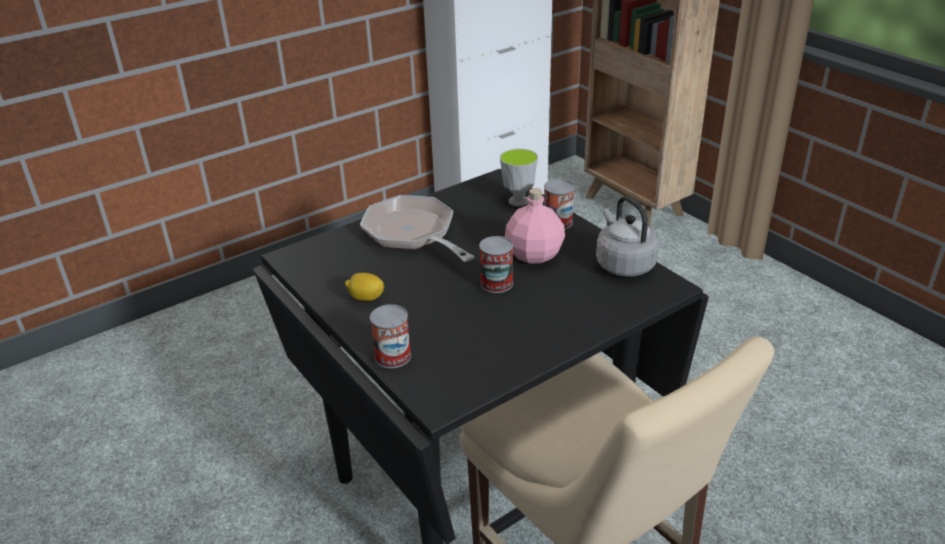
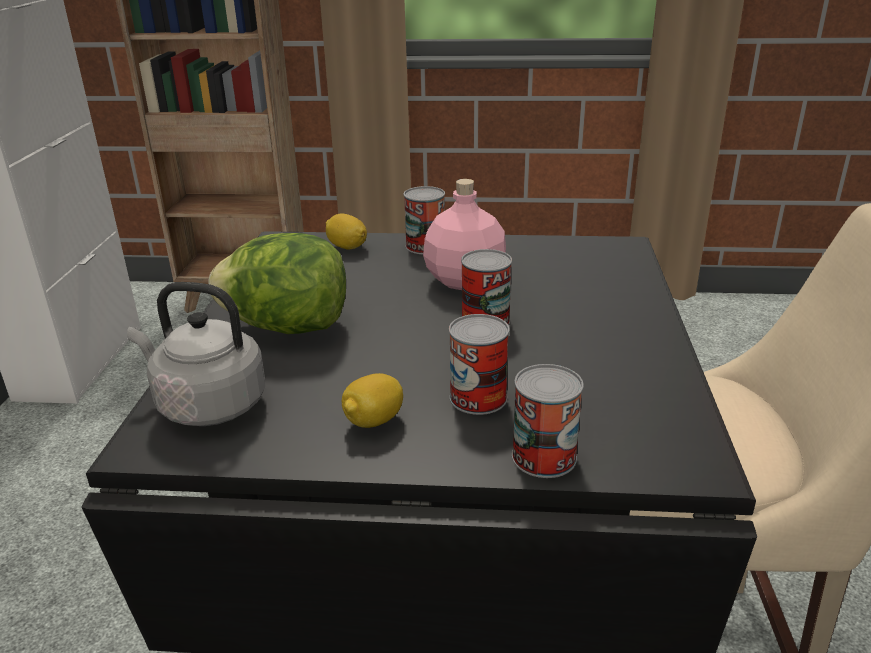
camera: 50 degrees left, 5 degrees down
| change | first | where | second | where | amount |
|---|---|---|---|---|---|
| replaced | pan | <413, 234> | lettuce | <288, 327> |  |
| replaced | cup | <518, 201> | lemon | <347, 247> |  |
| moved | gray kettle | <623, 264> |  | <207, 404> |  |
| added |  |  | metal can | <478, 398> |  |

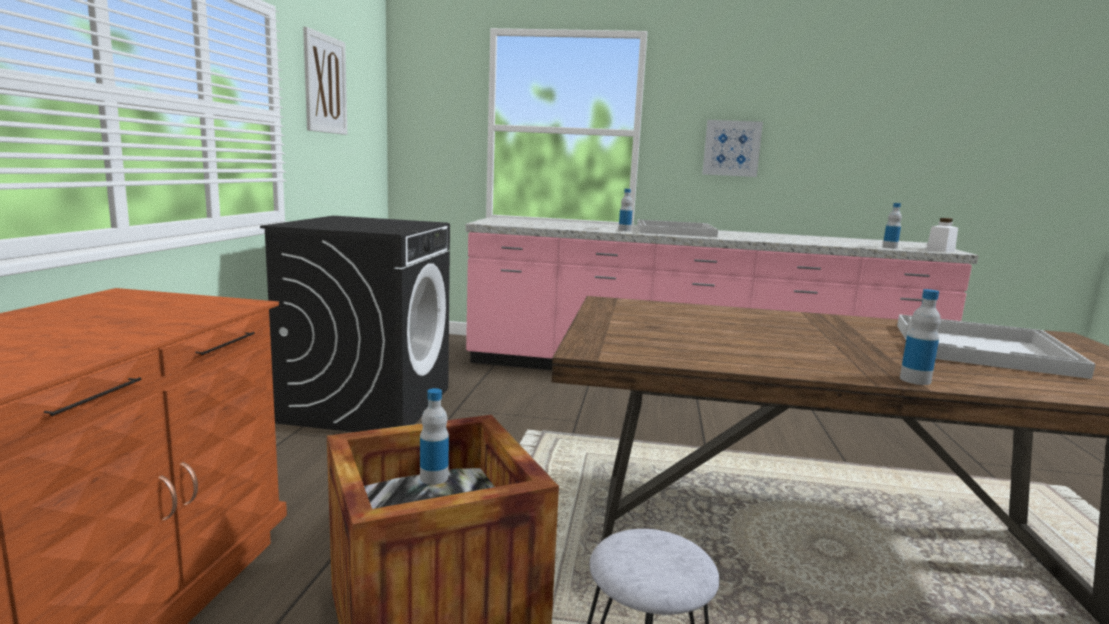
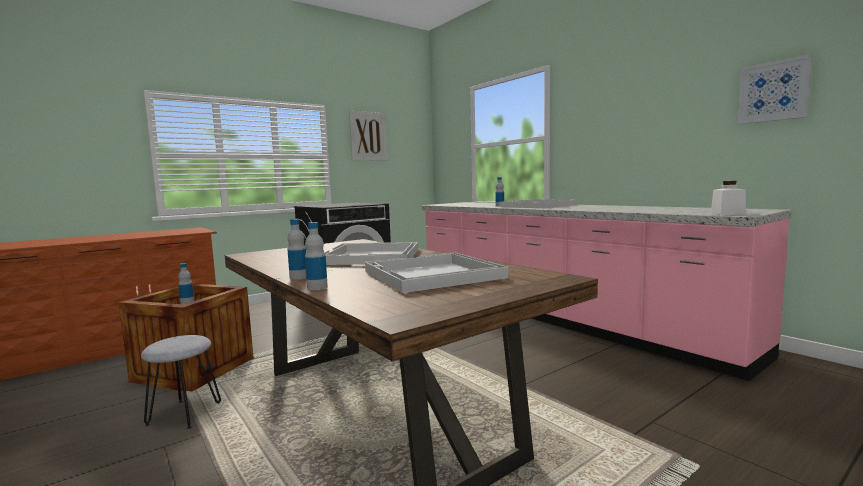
camera: 45 degrees right, 5 degrees down
| change | first | where | second | where | amount |
|---|---|---|---|---|---|
| moved | wall art | <731, 148> |  | <773, 91> |  |
| moved | beverage bottle | <890, 247> |  | <317, 287> |  |
| added |  |  | white serving tray | <372, 256> |  |

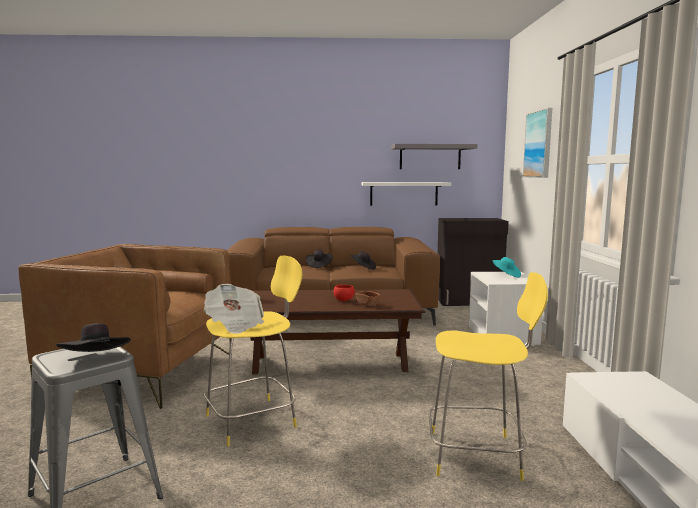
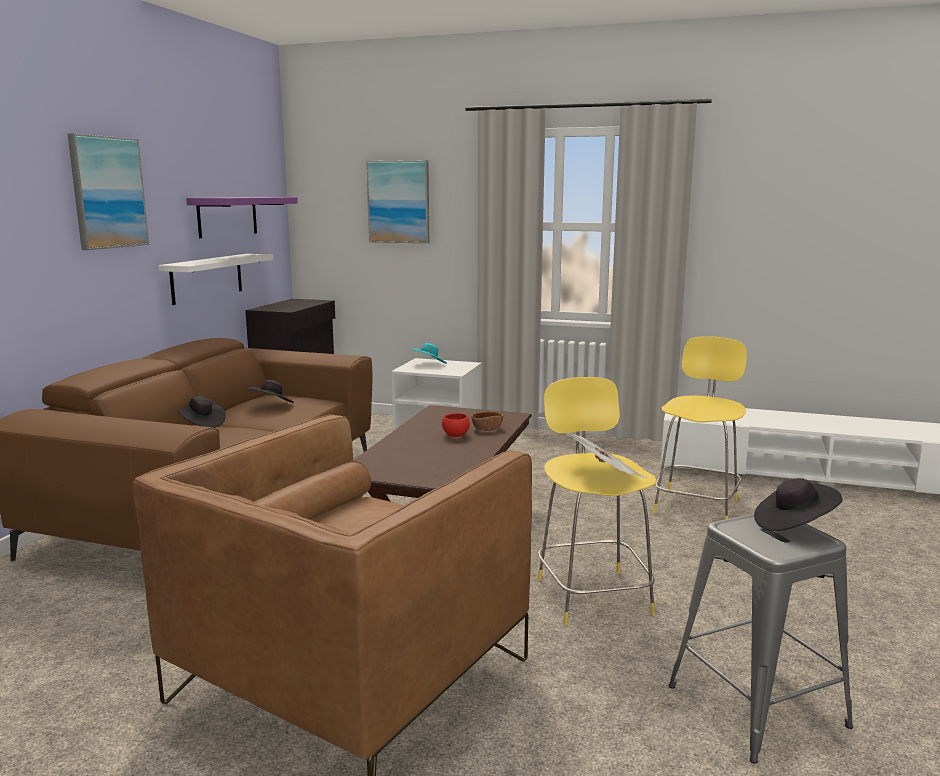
camera: 70 degrees left, 5 degrees up
| change | first | where | second | where | amount |
|---|---|---|---|---|---|
| recoloured | gray bracket shelf | <430, 157> | purple bracket shelf | <227, 216> |  |
| added |  |  | wall art | <108, 192> |  |

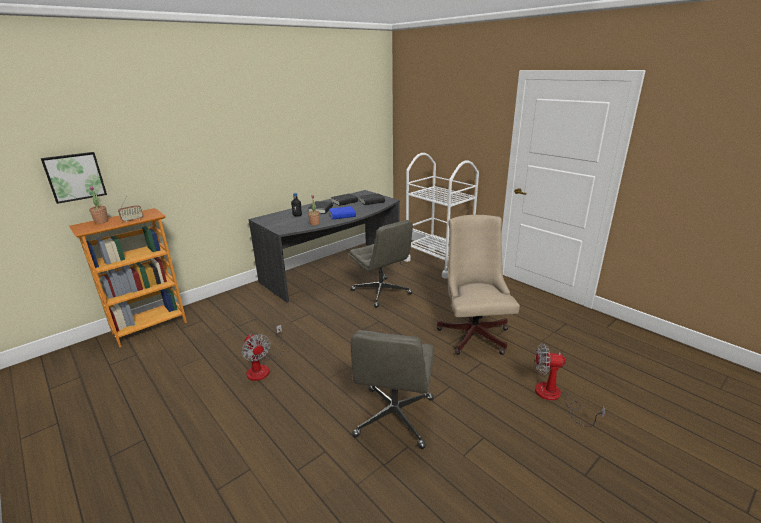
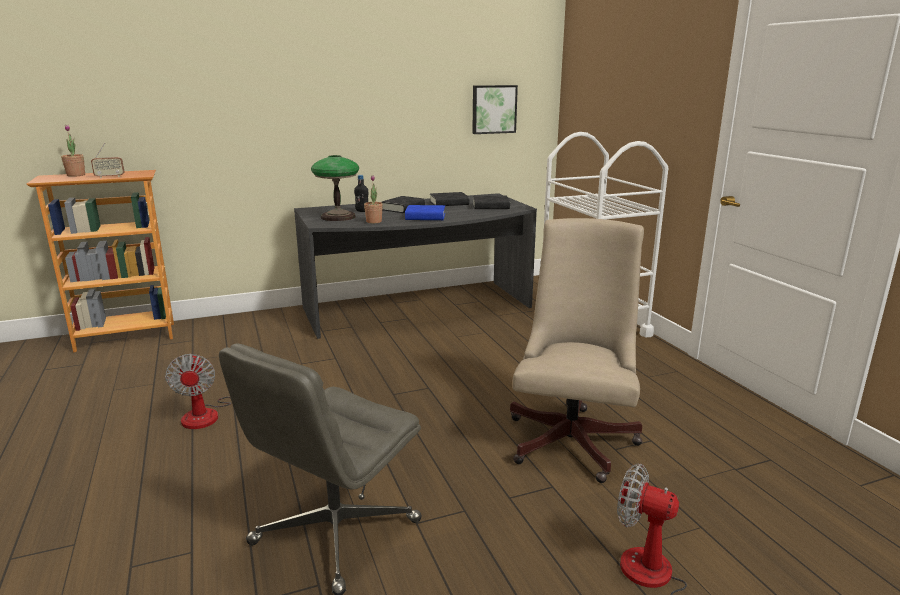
camera: 20 degrees right, 5 degrees down
| change | first | where | second | where | amount |
|---|---|---|---|---|---|
| moved | wall art | <74, 177> |  | <493, 109> |  |
| removed | gray desk chair | <381, 292> |  |  |  |
| added |  |  | tabletop lamp | <338, 217> |  |

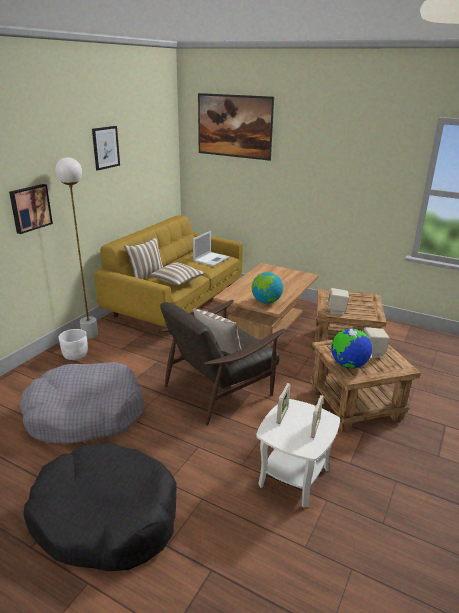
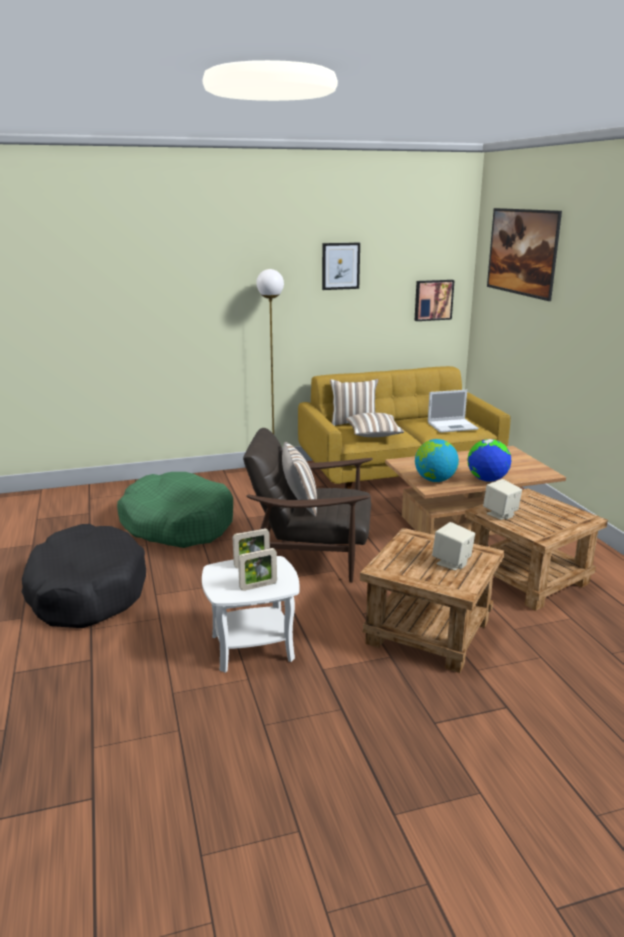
camera: 45 degrees right, 5 degrees down
| change | first | where | second | where | amount |
|---|---|---|---|---|---|
| moved | wall art | <30, 208> |  | <433, 300> |  |
| recoloured | gray dog bed | <85, 414> | greenish dog bed | <177, 524> |  |
| removed | white plant pot | <75, 355> |  |  |  |
| moved | globe | <348, 365> |  | <487, 480> |  |

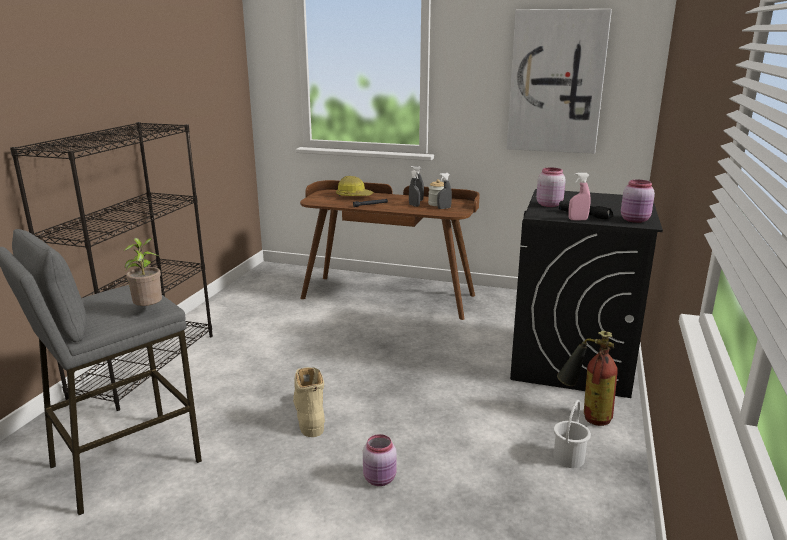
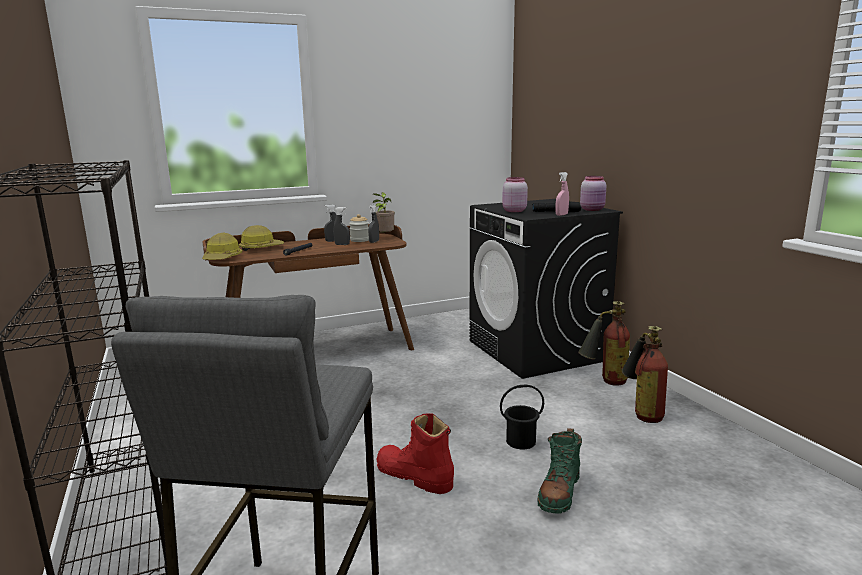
camera: 40 degrees left, 5 degrees down
| change | first | where | second | where | amount |
|---|---|---|---|---|---|
| moved | potted plant | <149, 310> |  | <384, 236> |  |
| recoloured | beige-coloured high-top boot | <309, 415> | reddish high-top boot | <414, 476> |  |
| replaced | pink preserve jar | <380, 479> | greenish high-top boot | <559, 492> |  |
| removed | wall art | <556, 82> |  |  |  |
| replaced | white pail | <569, 458> | fire extinguisher | <642, 412> |  |
| added |  |  | work helmet | <222, 258> |  |
| added |  |  | blackish pail | <521, 441> |  |

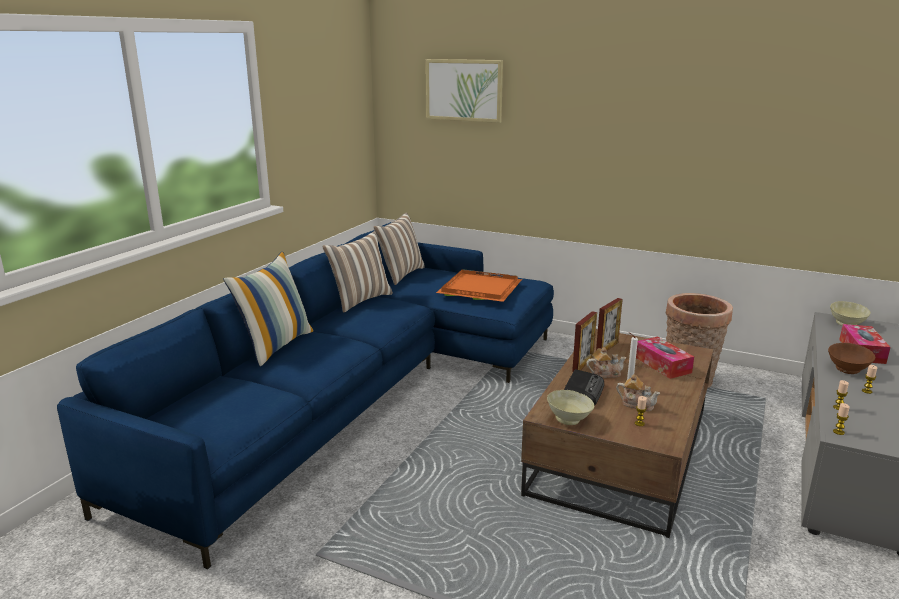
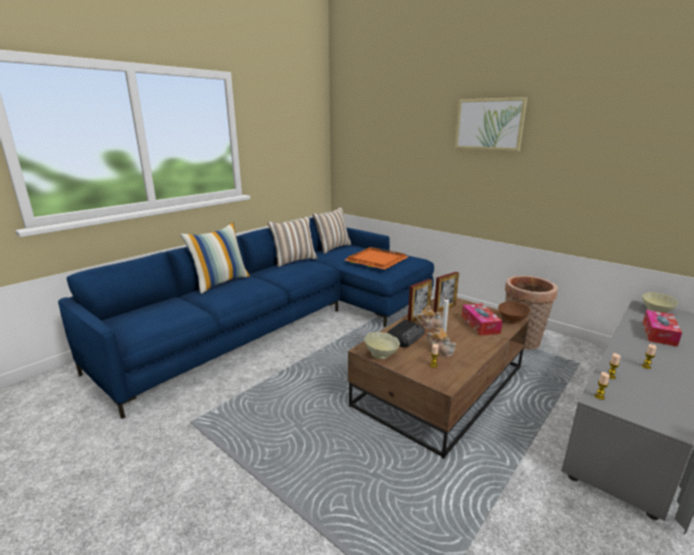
camera: 15 degrees right, 0 degrees up
| change | first | where | second | where | amount |
|---|---|---|---|---|---|
| moved | wall art | <464, 90> |  | <489, 124> |  |
| moved | brown deep dish | <846, 370> |  | <511, 320> |  |

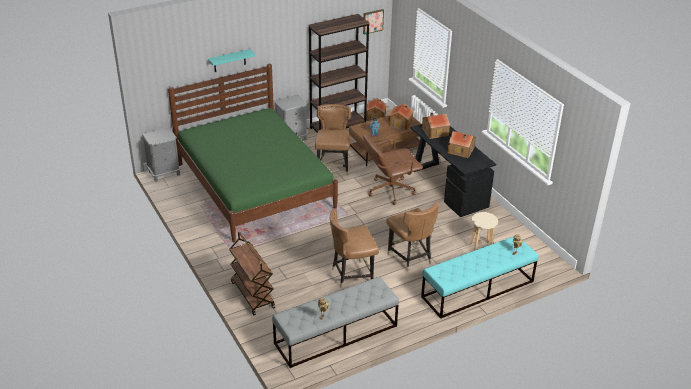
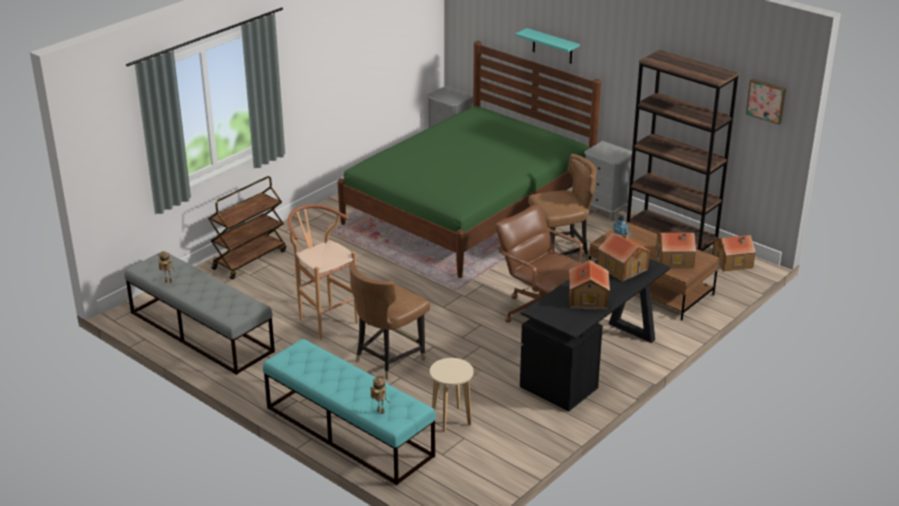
camera: 70 degrees right, 5 degrees down
| change | first | where | second | where | amount |
|---|---|---|---|---|---|
| replaced | brown upright chair | <351, 275> | brown stool seat | <324, 319> |  |

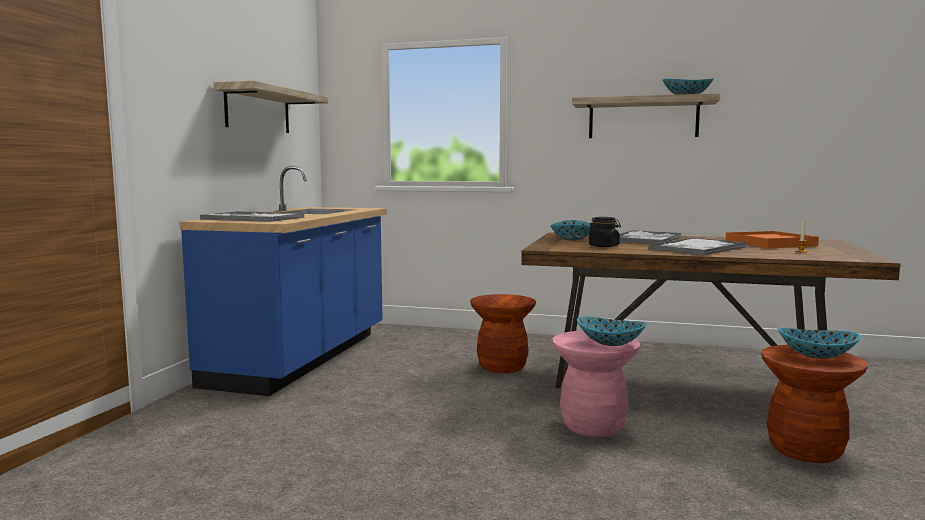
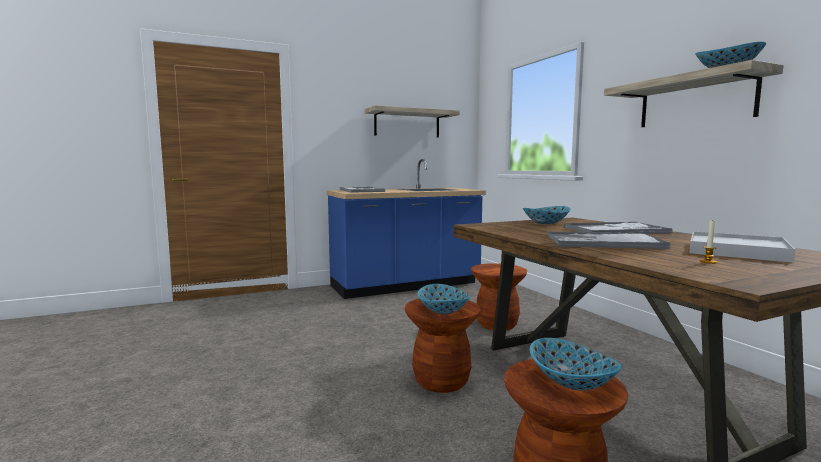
camera: 50 degrees right, 0 degrees up
| change | first | where | second | where | amount |
|---|---|---|---|---|---|
| recoloured | pink stool seat | <593, 426> | brown stool seat | <441, 381> |  |
| removed | blackish preserve jar | <604, 246> |  |  |  |
| recoloured | orange serving tray | <770, 243> | white serving tray | <736, 251> |  |

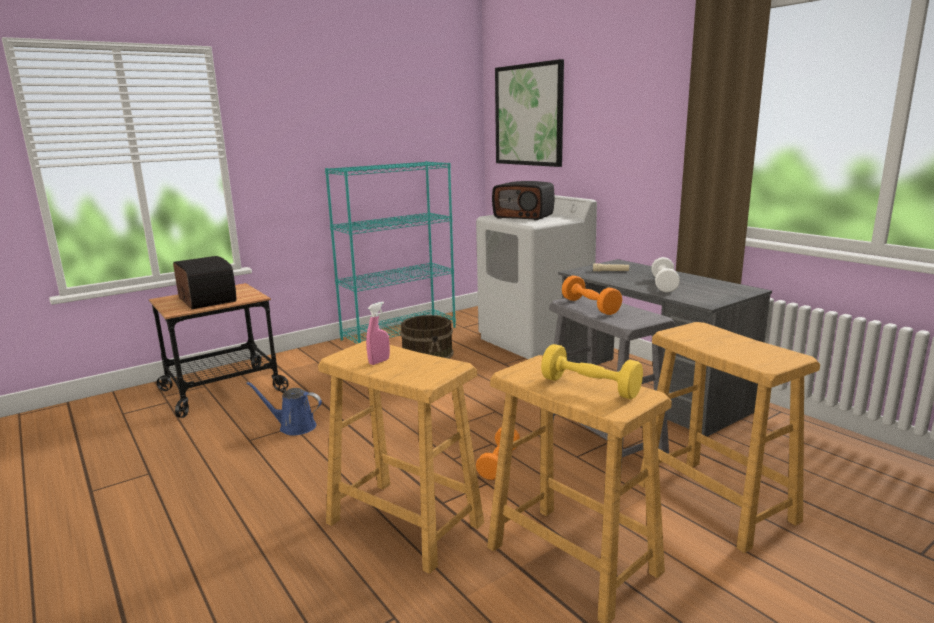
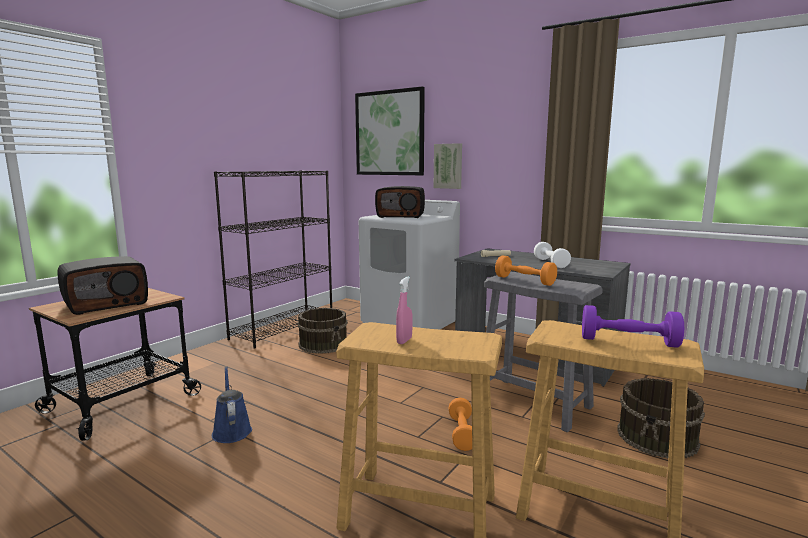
camera: 20 degrees left, 5 degrees down
| change | first | where | second | where | amount |
|---|---|---|---|---|---|
| turned | radio set | <205, 300> |  | <106, 304> | 105 degrees clockwise |
| turned | bluish watering pot | <294, 427> |  | <231, 430> | 75 degrees clockwise |
| recoloured | turquoise-coloured bookcase | <399, 333> | blackish bookcase | <283, 328> |  |
| recoloured | yellowish dumbbell | <590, 387> | purple dumbbell | <628, 342> |  |
| replaced | beige-coloured stool seat | <716, 502> | brown pail | <658, 437> |  |
| added |  |  | wall art | <448, 166> |  |

